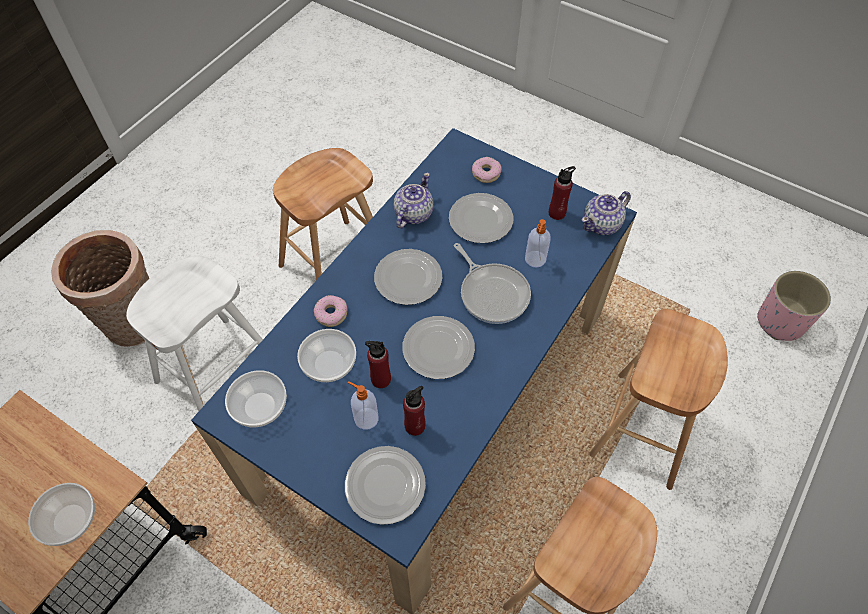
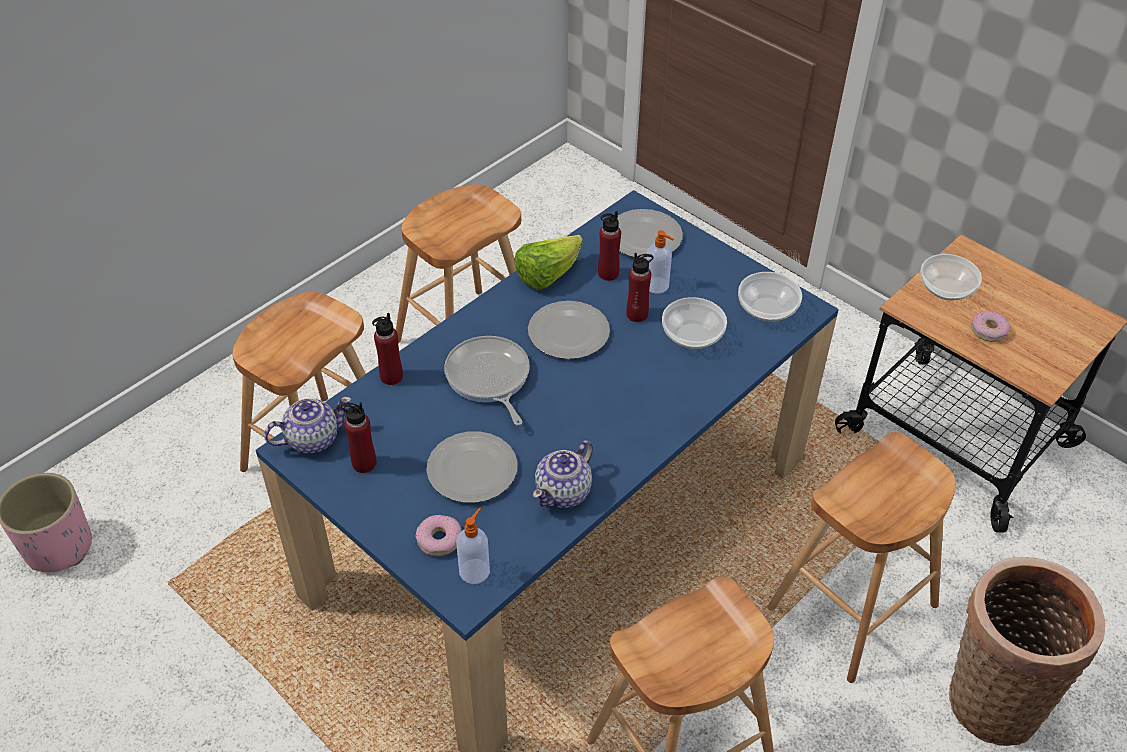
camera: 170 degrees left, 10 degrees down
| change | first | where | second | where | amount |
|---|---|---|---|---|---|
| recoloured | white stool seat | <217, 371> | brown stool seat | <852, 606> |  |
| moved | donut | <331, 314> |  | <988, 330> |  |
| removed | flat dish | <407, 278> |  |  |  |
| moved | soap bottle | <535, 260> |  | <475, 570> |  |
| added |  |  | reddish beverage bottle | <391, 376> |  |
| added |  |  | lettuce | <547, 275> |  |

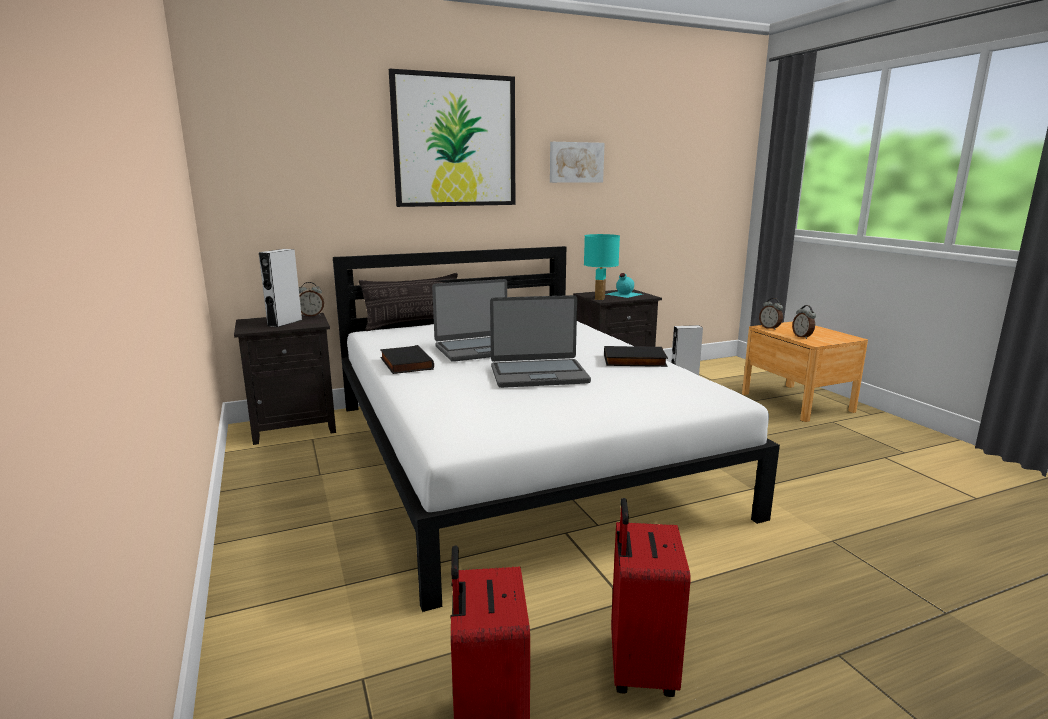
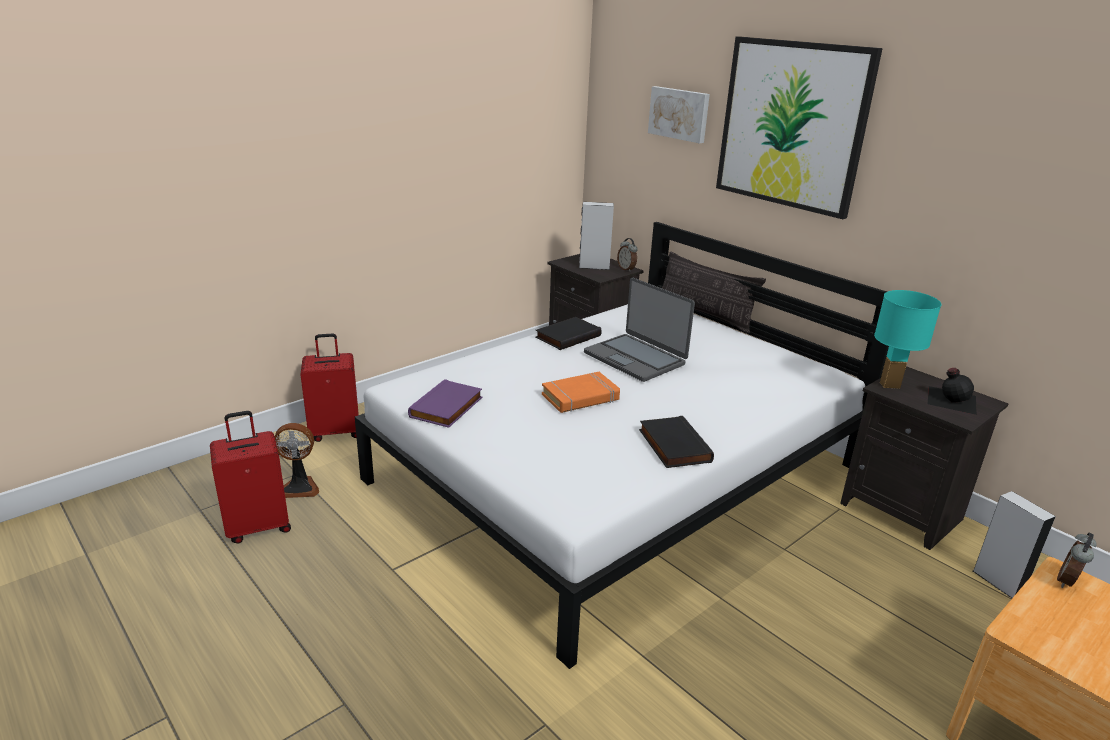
camera: 70 degrees right, 10 degrees up
| change | first | where | second | where | amount |
|---|---|---|---|---|---|
| replaced | notebook computer | <538, 374> | orange bound book | <580, 397> |  |
| moved | wall art | <575, 162> |  | <679, 114> |  |
| recoloured | turquoise-coloured beverage bottle | <623, 294> | blackish beverage bottle | <951, 399> |  |
| moved | reddish suitcase | <639, 668> |  | <335, 431> |  |
| removed | table clock | <802, 337> |  |  |  |
| added |  |  | fan | <299, 487> |  |
| added |  |  | purple bound book | <447, 408> |  |

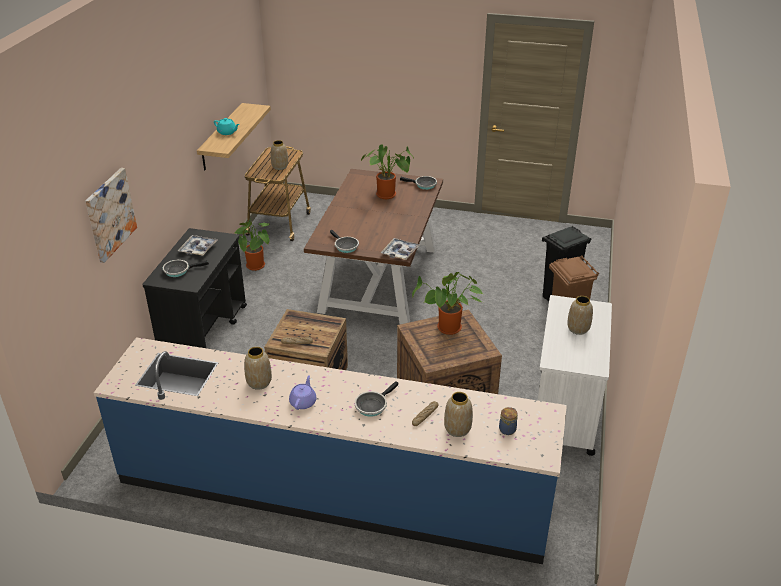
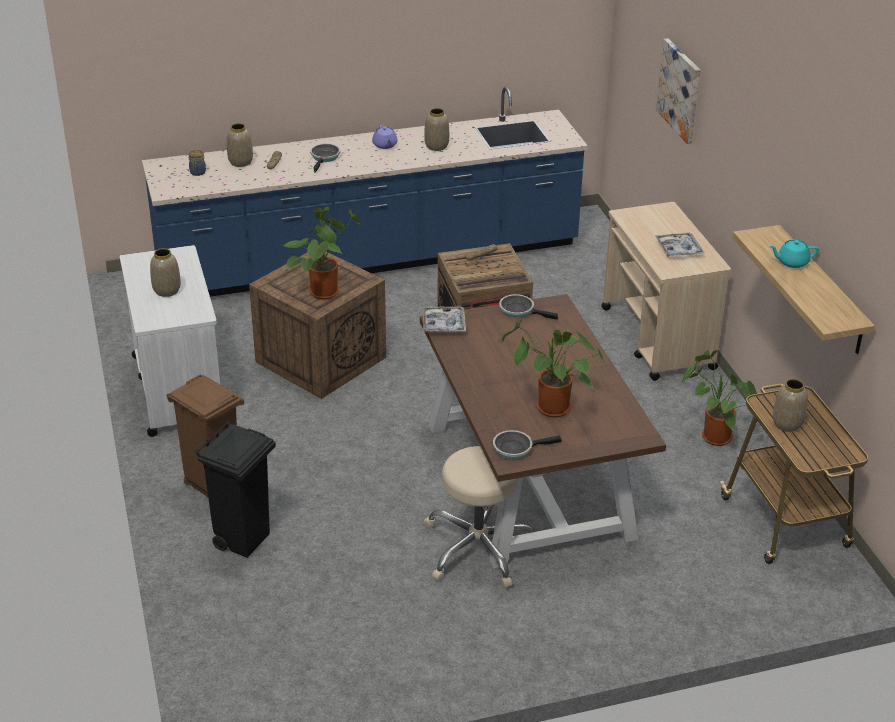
camera: 150 degrees right, 0 degrees up
| change | first | where | second | where | amount |
|---|---|---|---|---|---|
| recoloured | blackish cart | <204, 331> | beige-coloured cart | <657, 339> |  |
| removed | pan | <179, 270> |  |  |  |
| added |  |  | beige-coloured stool seat | <479, 548> |  |

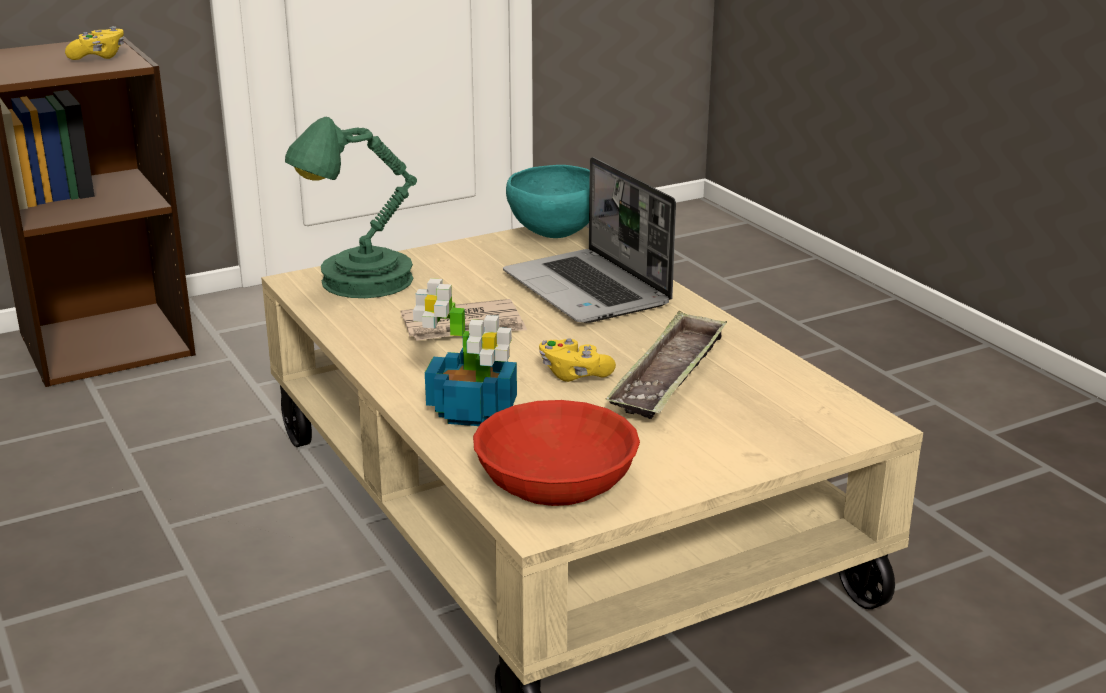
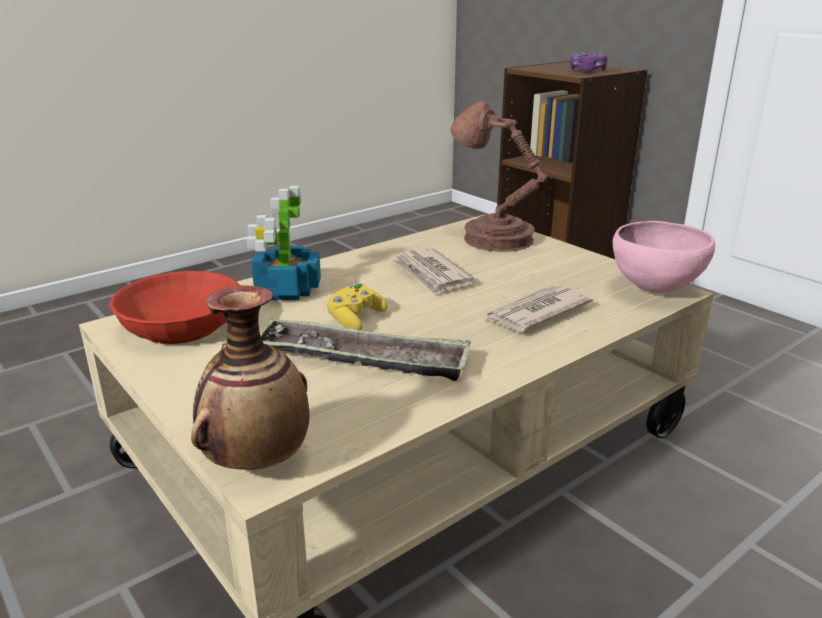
camera: 80 degrees right, 0 degrees up
| change | first | where | second | where | amount |
|---|---|---|---|---|---|
| recoloured | yellowish gamepad | <99, 57> | purple gamepad | <587, 71> |  |
| recoloured | greenish tabletop lamp | <360, 282> | brown tabletop lamp | <492, 238> |  |
| replaced | notebook computer | <589, 290> | newspaper | <535, 313> |  |
| recoloured | turquoise-coloured deep dish | <555, 235> | pink deep dish | <655, 289> |  |
| added |  |  | vase | <257, 459> |  |

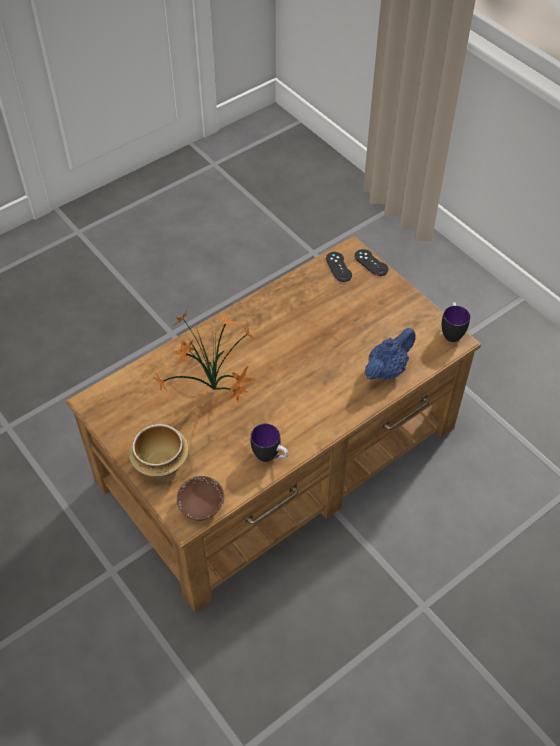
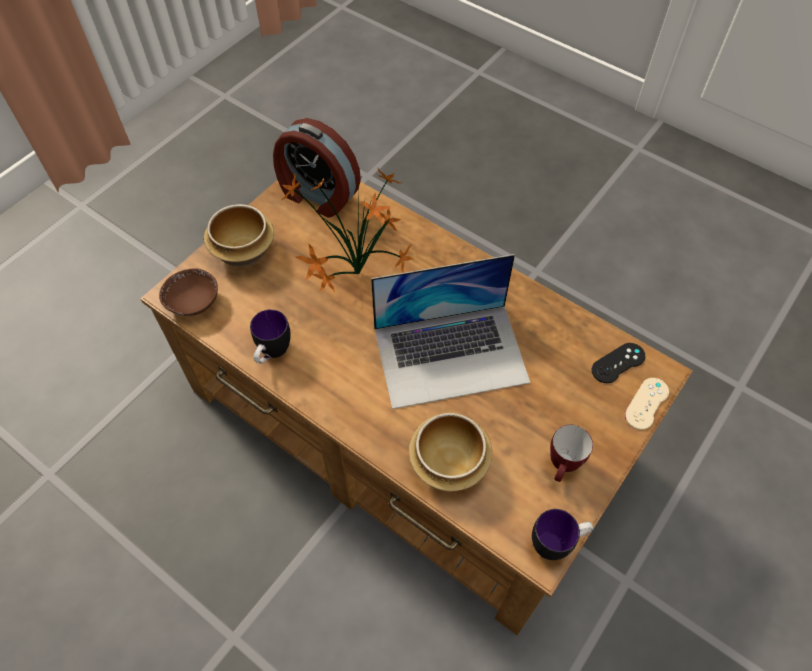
camera: 75 degrees right, 5 degrees up
| change | first | where | second | where | amount |
|---|---|---|---|---|---|
| recoloured | blackish gamepad | <371, 263> | beige-coloured gamepad | <646, 403> |  |
| replaced | bluish pot for tea | <387, 370> | deep dish | <450, 463> |  |
| added |  |  | table clock | <317, 195> |  |
| added |  |  | notebook computer | <451, 354> |  |
| added |  |  | mug | <562, 467> |  |

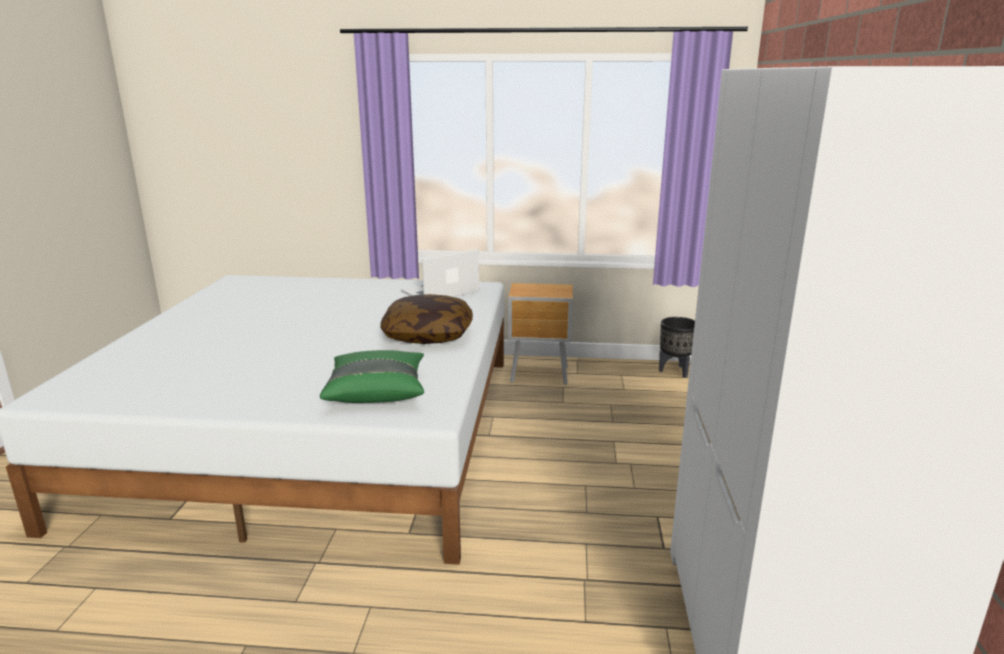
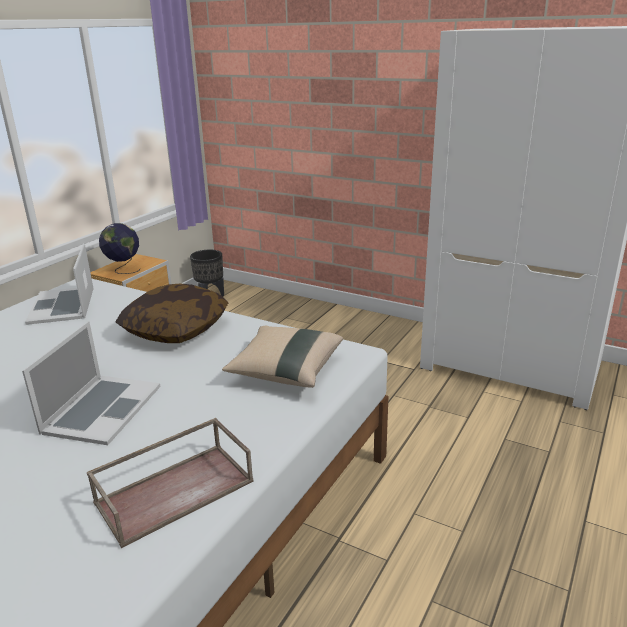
camera: 65 degrees left, 5 degrees up
| change | first | where | second | where | amount |
|---|---|---|---|---|---|
| recoloured | greenish cushion | <377, 392> | beige-coloured cushion | <285, 371> |  |
| added |  |  | notebook computer | <102, 409> |  |
| added |  |  | brown serving tray | <176, 490> |  |
| added |  |  | globe | <123, 270> |  |

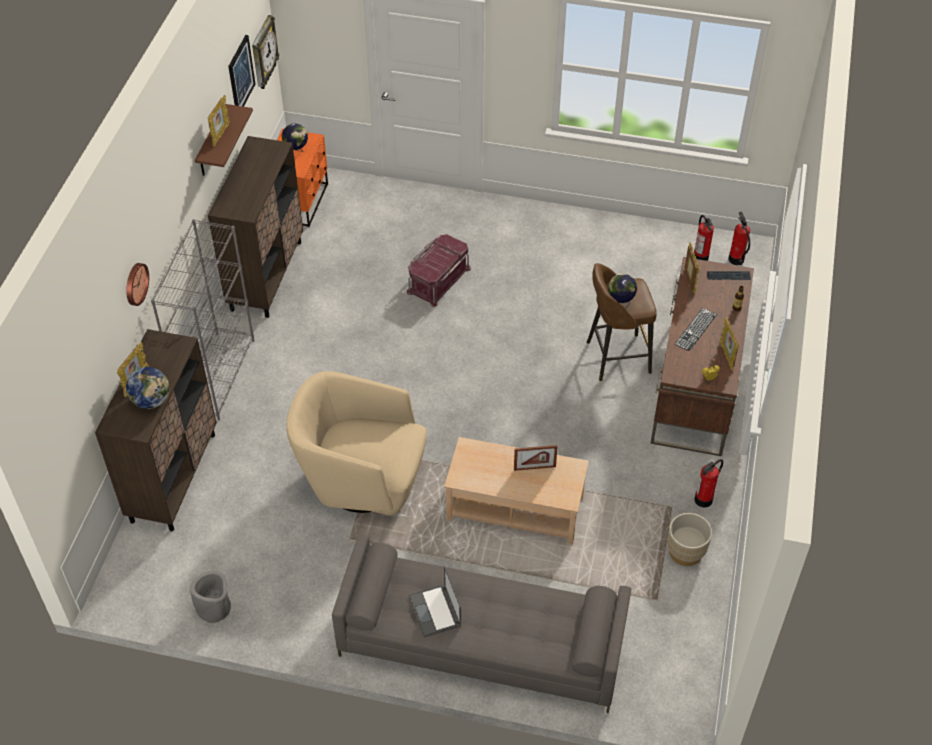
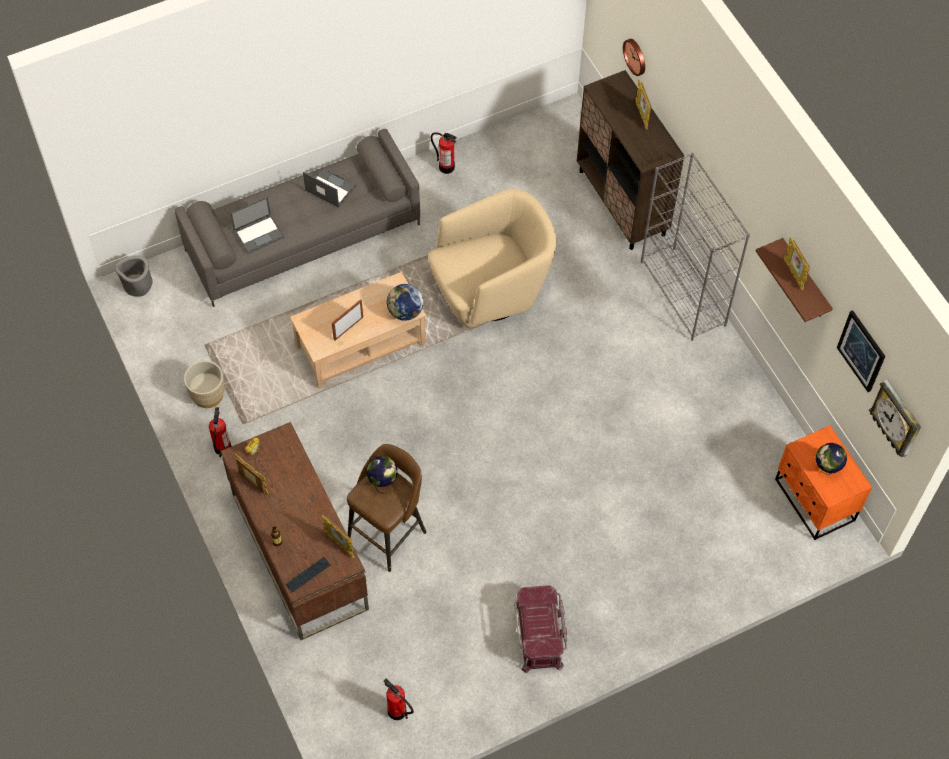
camera: 140 degrees right, 10 degrees up
| change | first | where | second | where | amount |
|---|---|---|---|---|---|
| moved | globe | <151, 400> |  | <405, 312> |  |
| moved | wall clock | <135, 284> |  | <636, 56> |  |
| moved | gray plant pot | <215, 608> |  | <137, 285> |  |
| removed | brown storage cabinet | <266, 275> |  |  |  |
| moved | reddish storage box | <438, 279> |  | <539, 635> |  |
| removed | computer keyboard | <695, 329> |  |  |  |
| moved | fire extinguisher | <736, 259> |  | <446, 167> |  |
| added |  |  | notebook computer | <259, 233> |  |

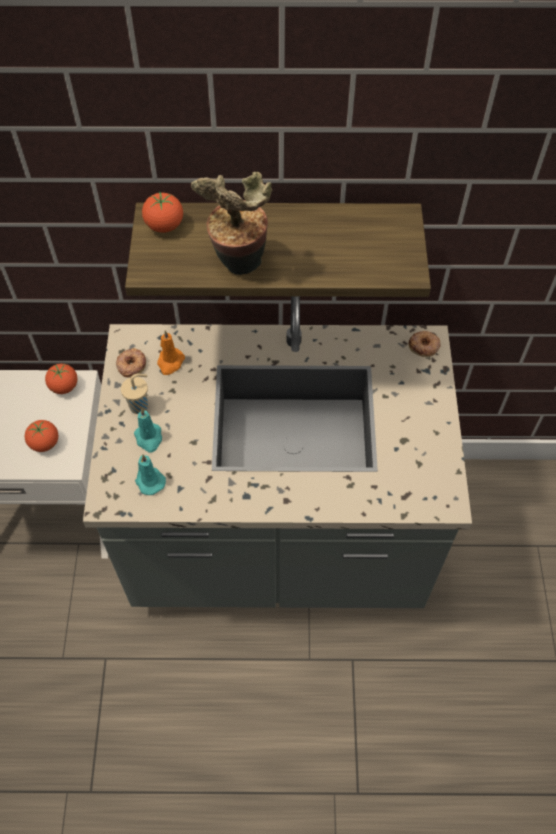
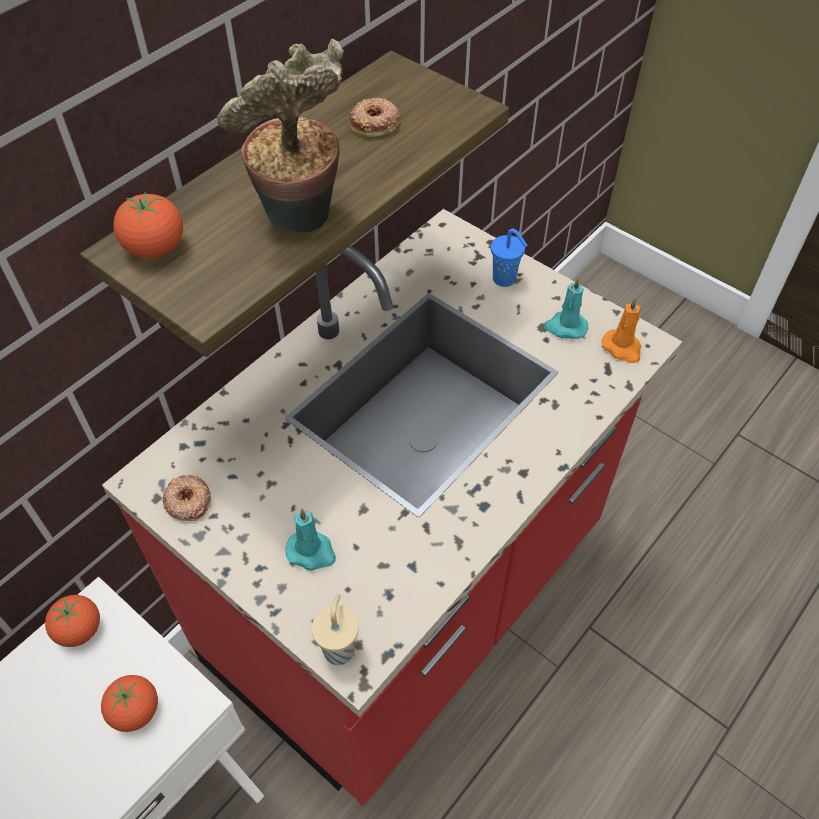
camera: 50 degrees left, 5 degrees down
| change | first | where | second | where | amount |
|---|---|---|---|---|---|
| recoloured | gray kitchen counter | <278, 543> | reddish kitchen counter | <409, 600> |  |
| moved | beige-coloured cup | <140, 406> |  | <339, 648> |  |
| moved | turquoise-coloured candle | <149, 480> |  | <565, 327> |  |
| moved | orange candle | <170, 362> |  | <622, 348> |  |
| moved | donut | <424, 346> |  | <375, 123> |  |
| added |  |  | bluish cup | <505, 280> |  |

